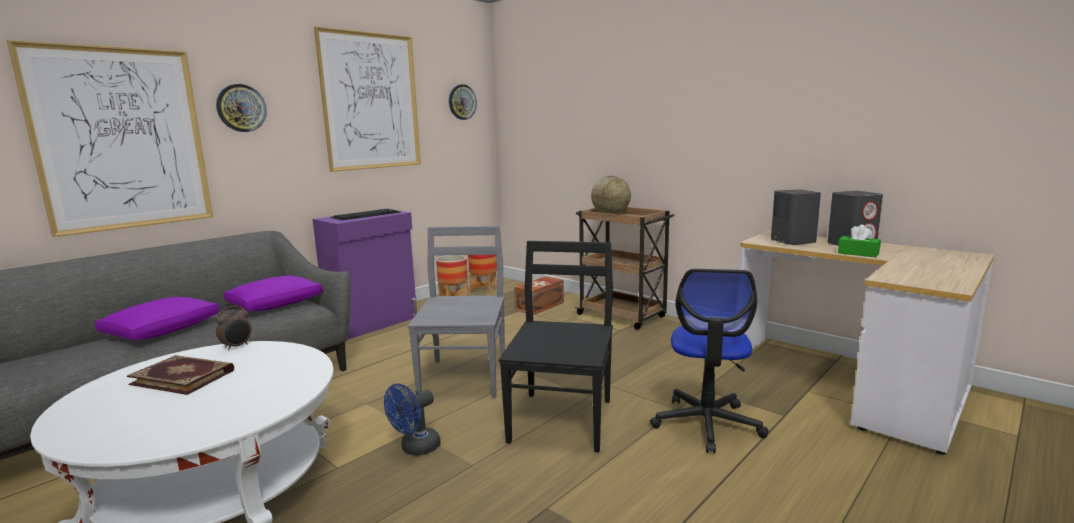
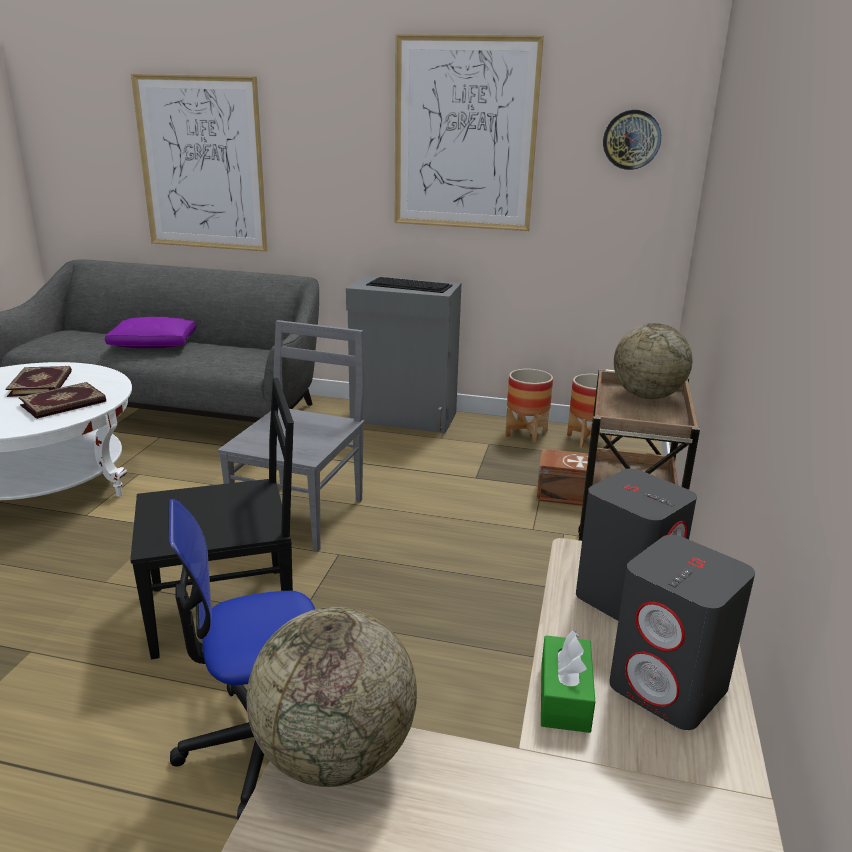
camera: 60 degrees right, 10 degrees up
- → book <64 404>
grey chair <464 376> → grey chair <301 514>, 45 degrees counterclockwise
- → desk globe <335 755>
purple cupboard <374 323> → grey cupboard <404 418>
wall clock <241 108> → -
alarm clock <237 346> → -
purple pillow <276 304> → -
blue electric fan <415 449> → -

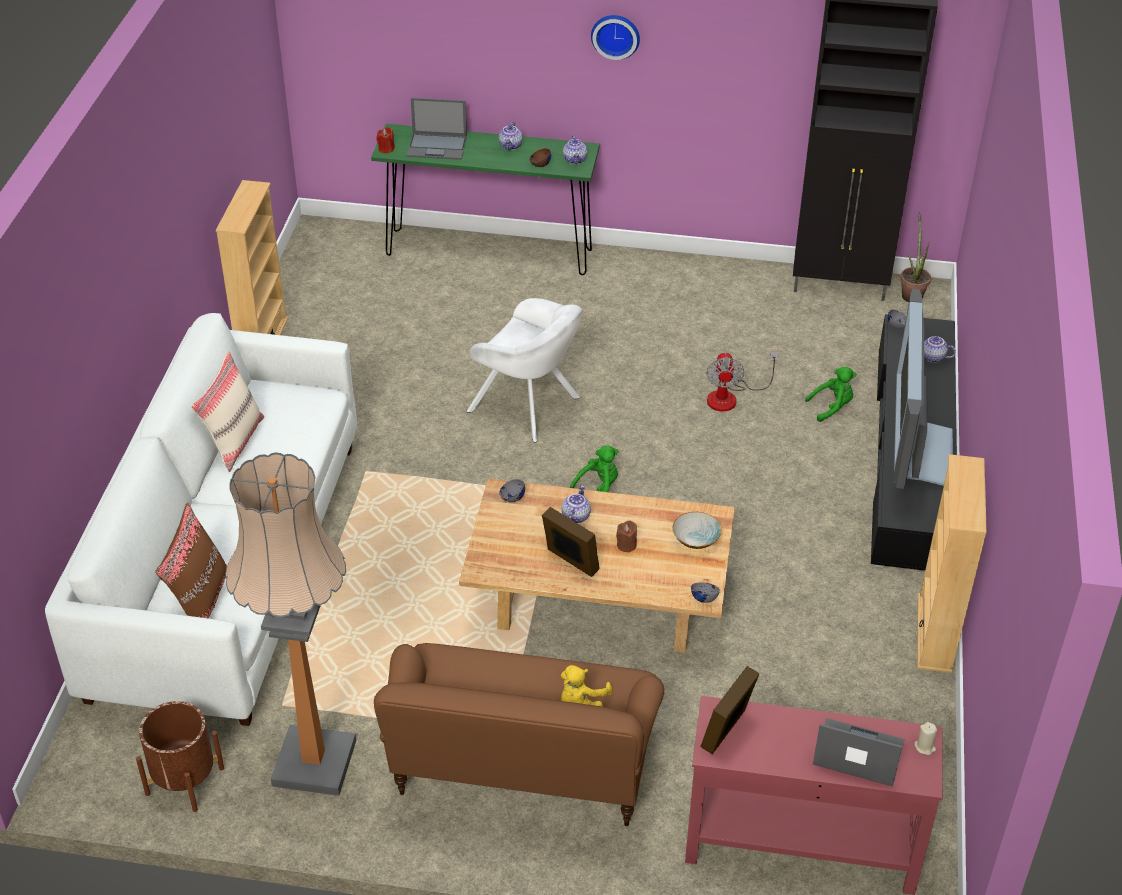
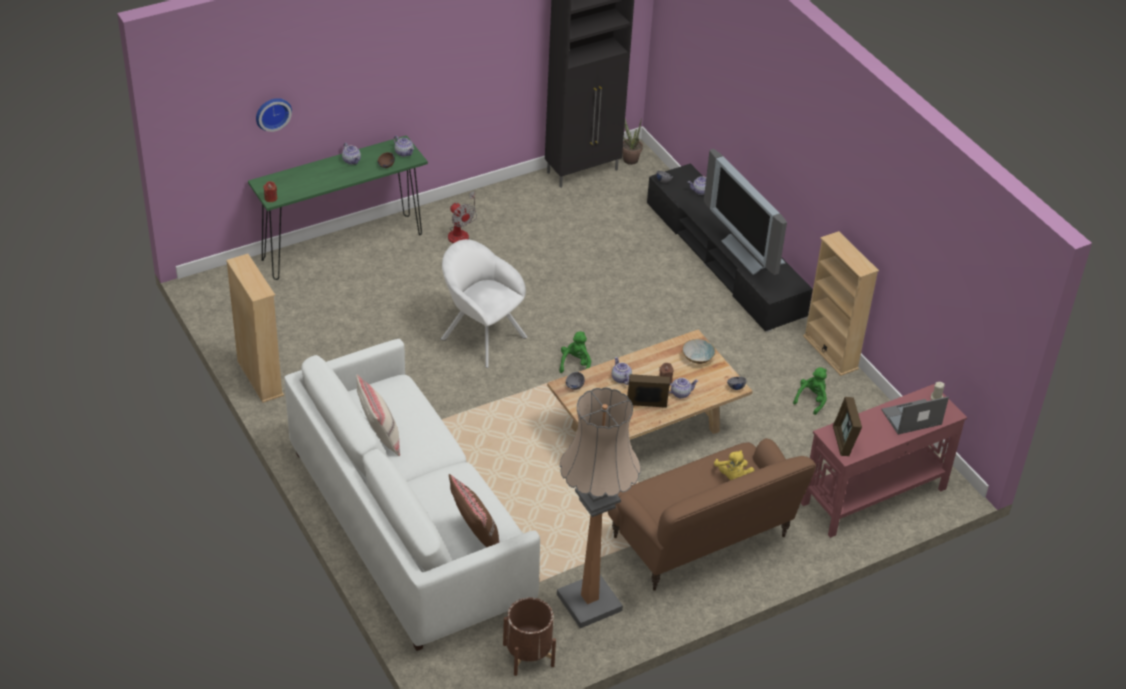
camera: 40 degrees left, 0 degrees up
wall clock <615 35> → wall clock <272 113>, moved
white-coloured lounge chair <528 406> → white-coloured lounge chair <480 335>, 135 degrees counterclockwise
electric fan <730 397> → electric fan <461 232>, moved
- → tea pot <680 393>
green cuddly toy <832 407> → green cuddly toy <811 400>, moved
portable computer <438 146> → -

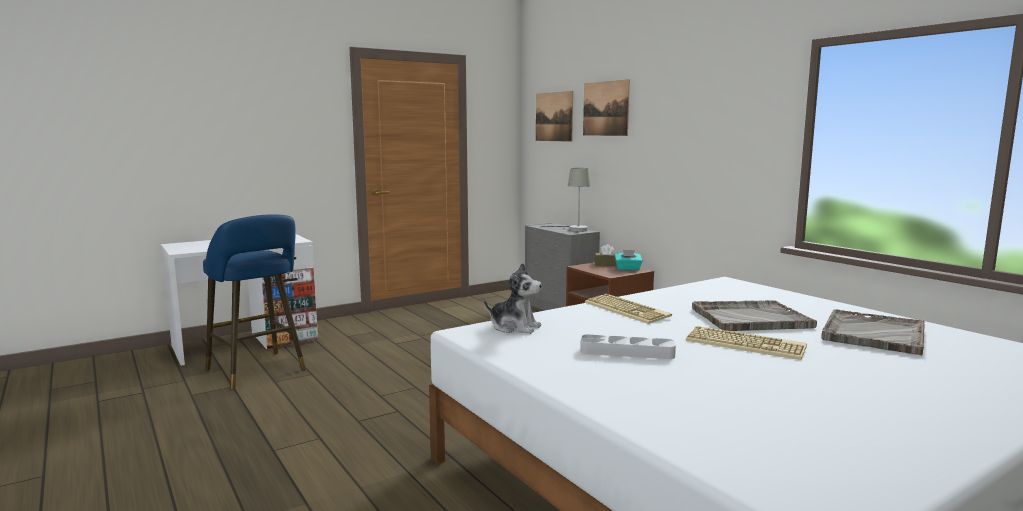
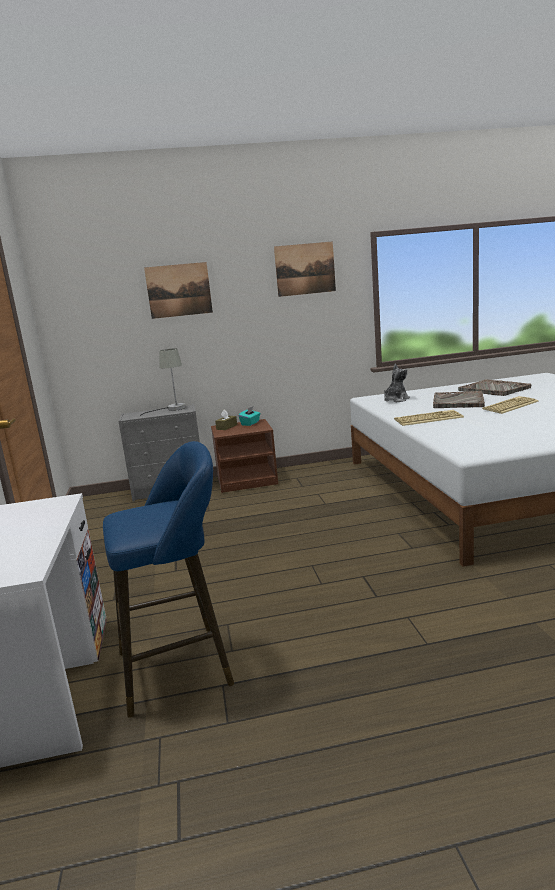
camera: 65 degrees left, 5 degrees up
wall picture <554 117> → wall picture <305 269>, moved
cuddly toy <514 327> → cuddly toy <396 400>, moved
grey carrying tray <627 352> → -

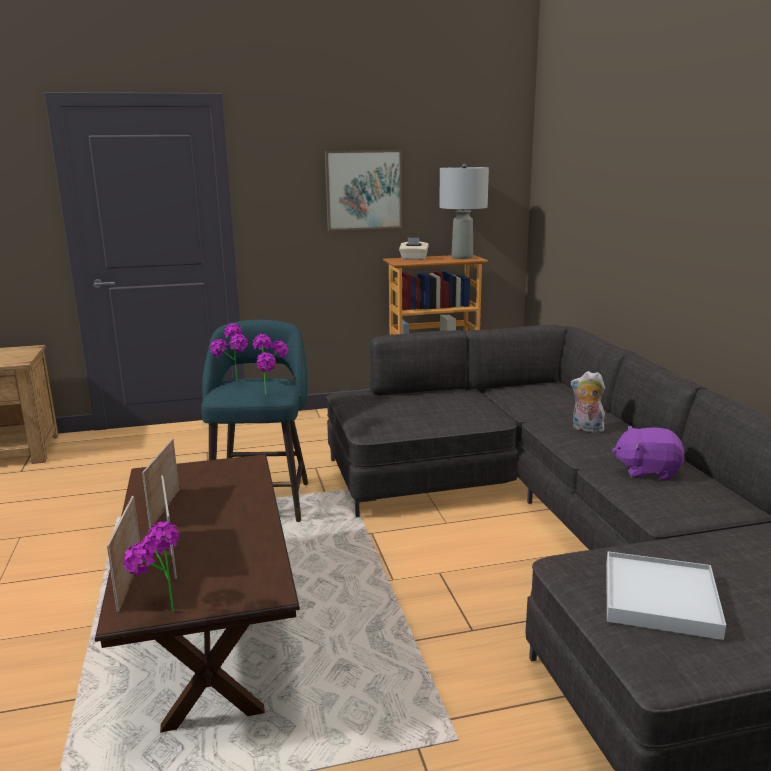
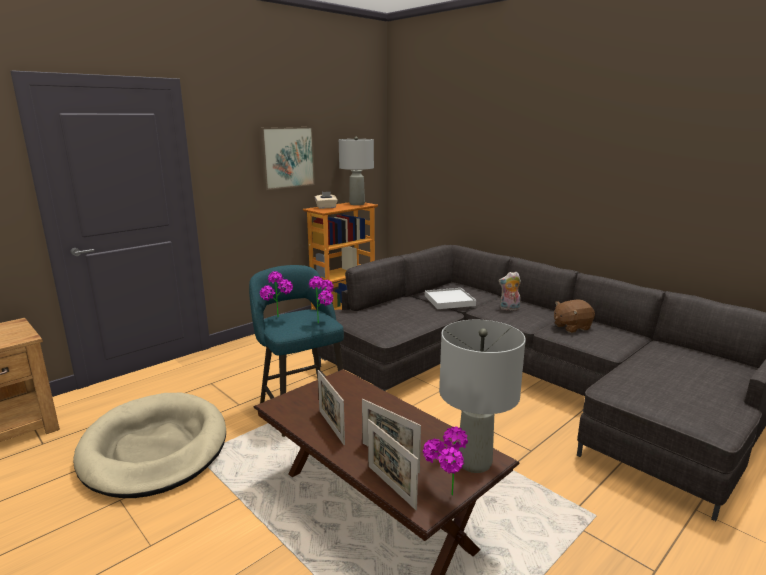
camera: 30 degrees left, 0 degrees up
- → beige dog cushion <155 448>
white-coloured carrying tray <659 598> → white-coloured carrying tray <449 301>, moved
- → grey tabletop lamp <474 462>
purple cuddly toy <647 471> → brownish cuddly toy <571 327>

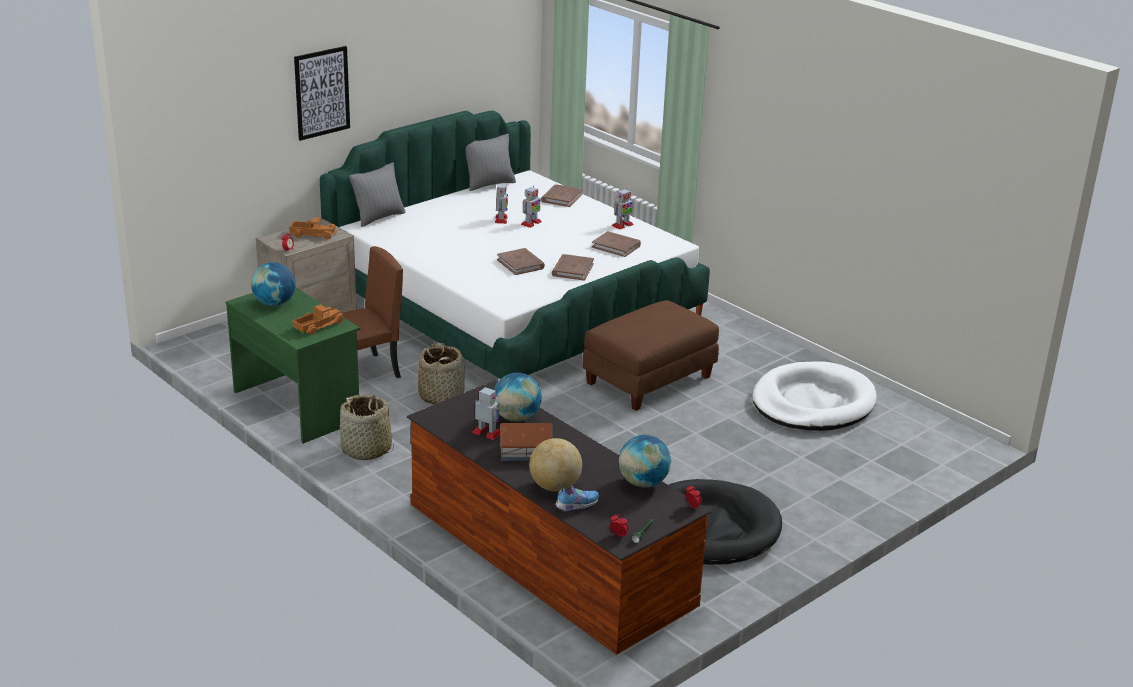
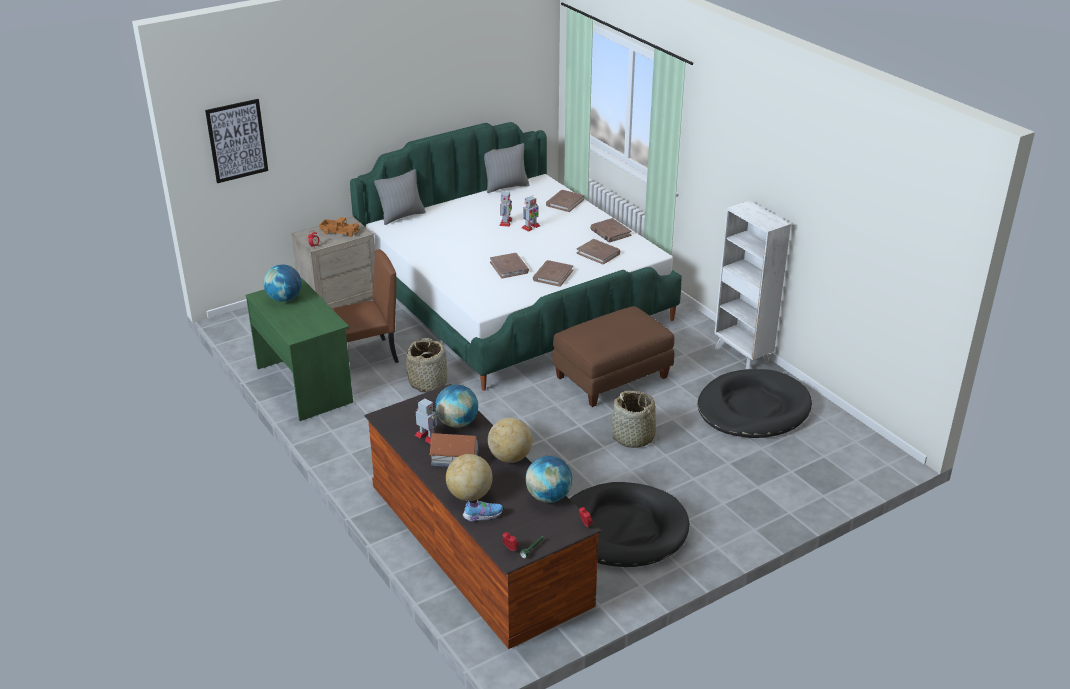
camera: 10 degrees right, 5 degrees up
wall picture <322 92> → wall picture <237 140>, moved
- → desk globe <510 457>
toy robot <622 225> → brownish book <610 232>
storage basket <367 450> → storage basket <633 437>, moved
white-coloured dog cushion <812 403> → blackish dog cushion <753 409>
- → white-coloured bookshelf <742 355>
model truck <318 325> → -

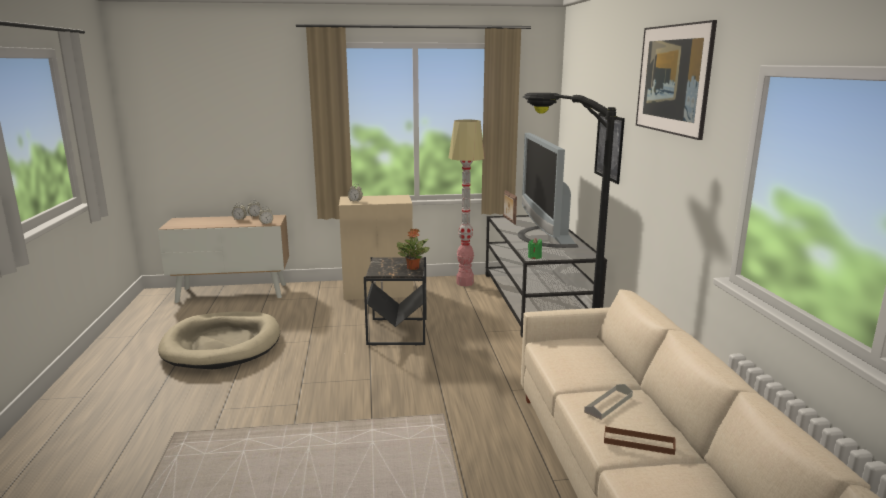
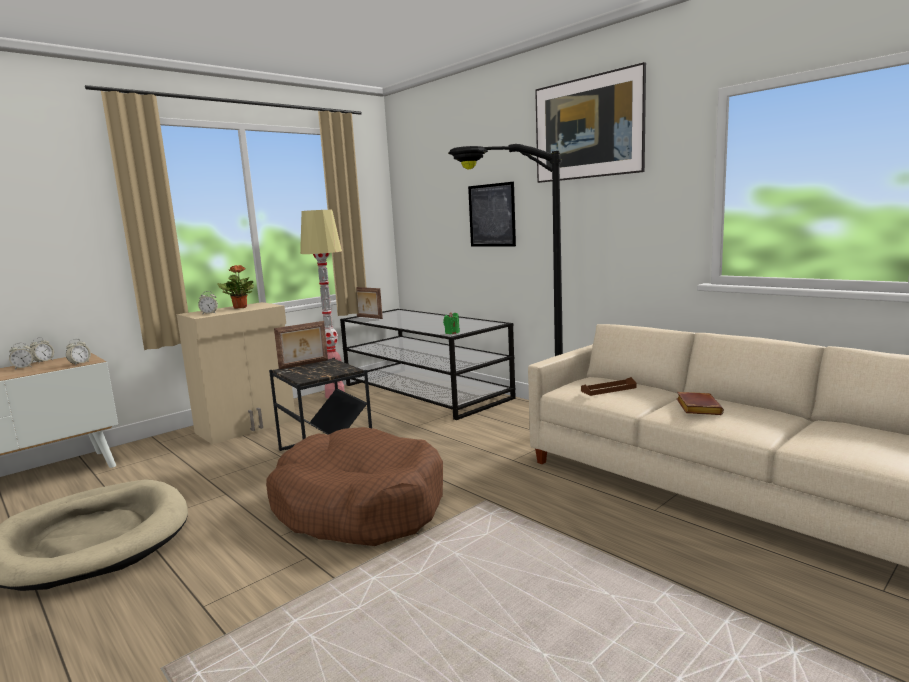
camera: 35 degrees left, 5 degrees down
houseplant <413 268> → houseplant <240 307>, moved
- → brownish dog cushion <359 506>
- → picture frame <304 364>
brownish carrying tray <638 442> → brownish carrying tray <608 389>, moved
grey carrying tray <608 404> → brownish book <696 408>
television <545 236> → -

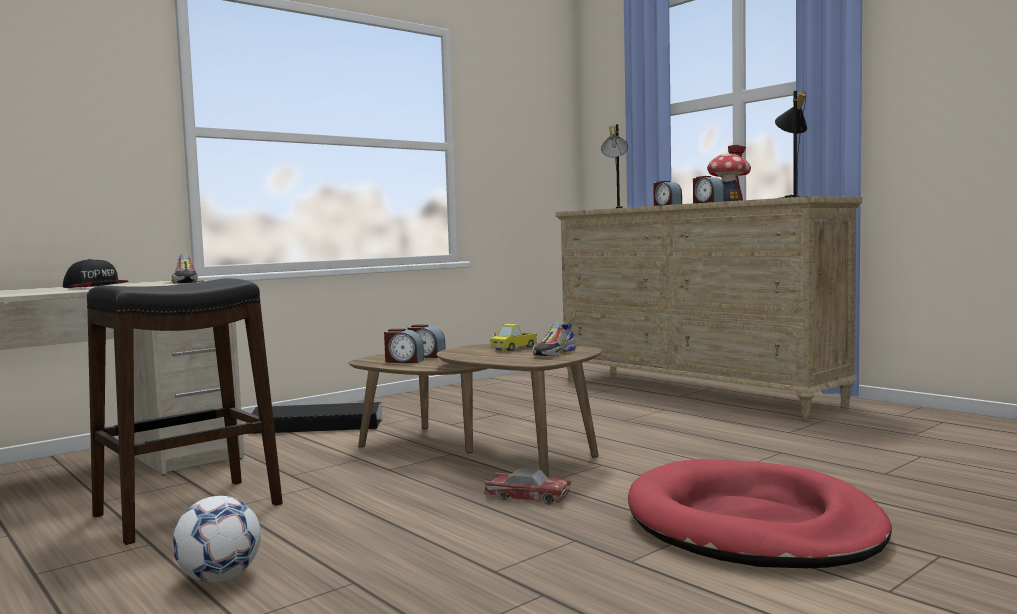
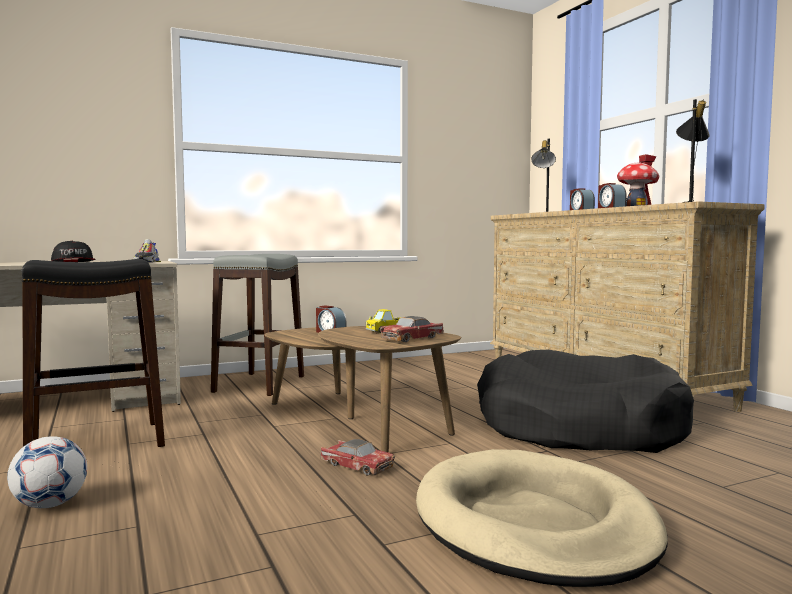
camera: 15 degrees right, 0 degrees up
blackish storage bin <316 427> → grey sitting stool <260 384>
low shoe <554 353> → model car <412 338>
red dog cushion <751 525> → beige dog cushion <533 524>
- → blackish dog cushion <578 427>
alarm clock <404 361> → -

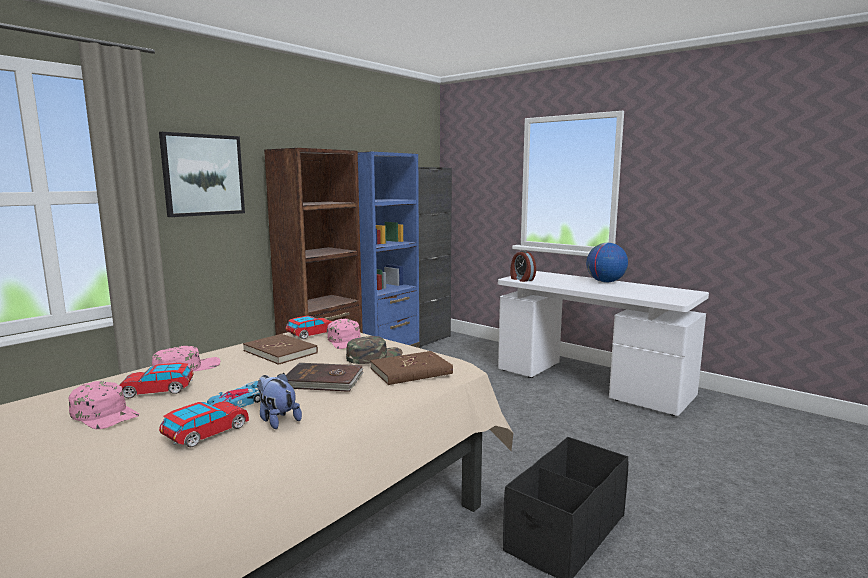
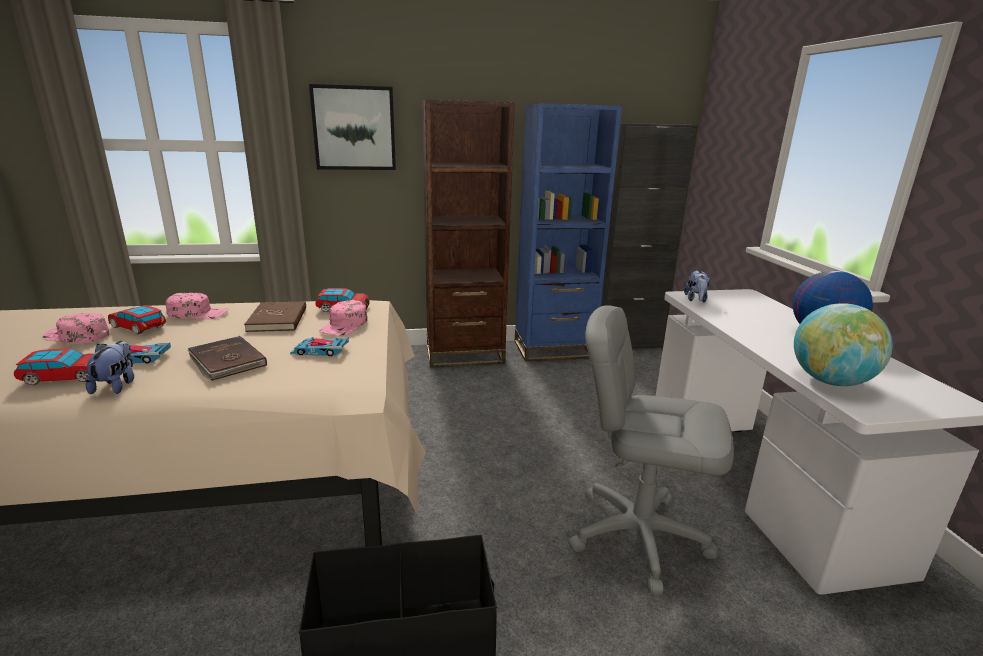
camera: 40 degrees right, 10 degrees up
pink cap <105 414> → pink cap <77 336>, 120 degrees clockwise
green cap <374 356> → model car <320 351>
- → grey computer chair <637 535>
alarm clock <521 279> → cuddly toy <696 299>
- → desk globe <830 381>
brownish book <411 371> → -

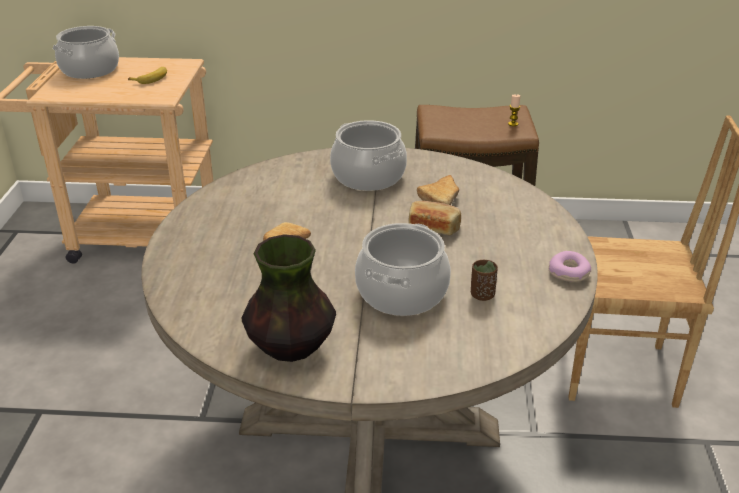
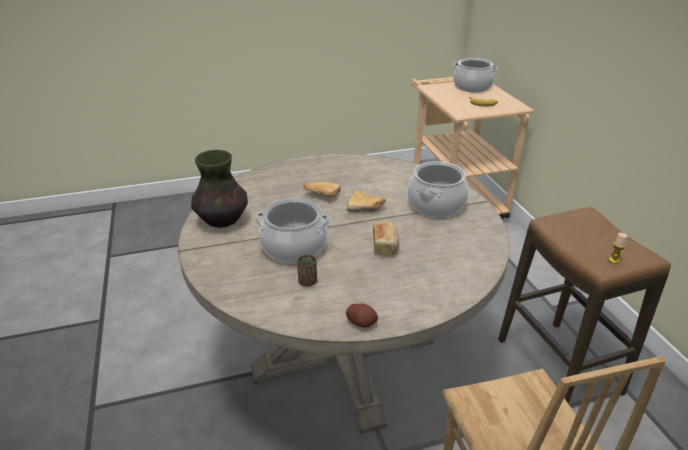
camera: 70 degrees right, 0 degrees up
ring doughnut <569 273> → spud <361 322>
bread <441 199> → bread <366 208>, moved

